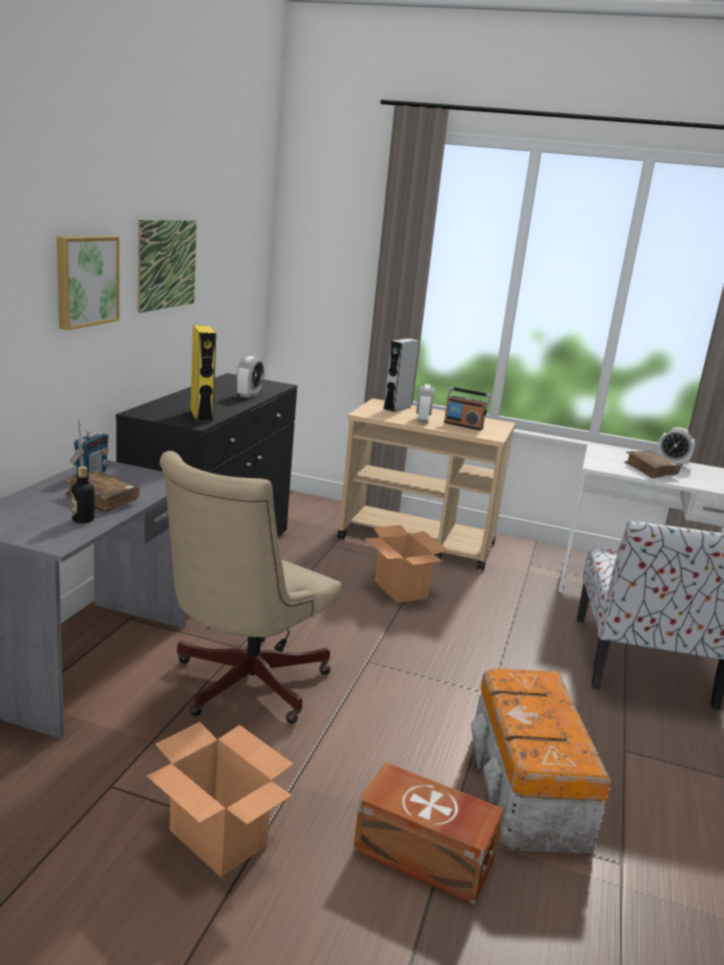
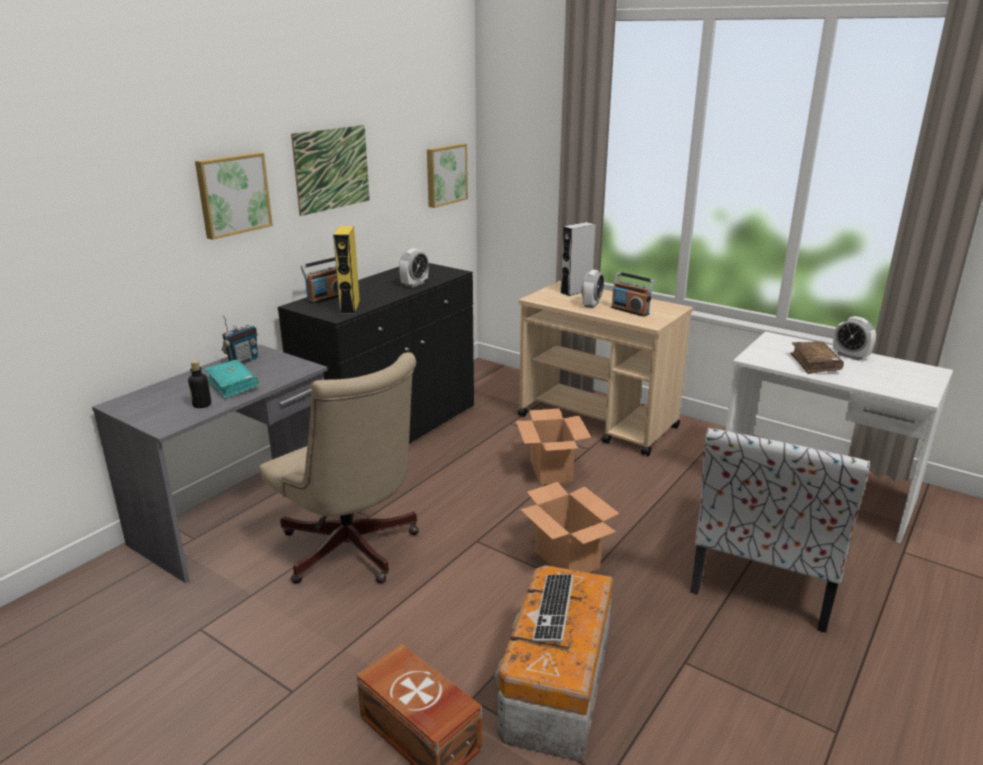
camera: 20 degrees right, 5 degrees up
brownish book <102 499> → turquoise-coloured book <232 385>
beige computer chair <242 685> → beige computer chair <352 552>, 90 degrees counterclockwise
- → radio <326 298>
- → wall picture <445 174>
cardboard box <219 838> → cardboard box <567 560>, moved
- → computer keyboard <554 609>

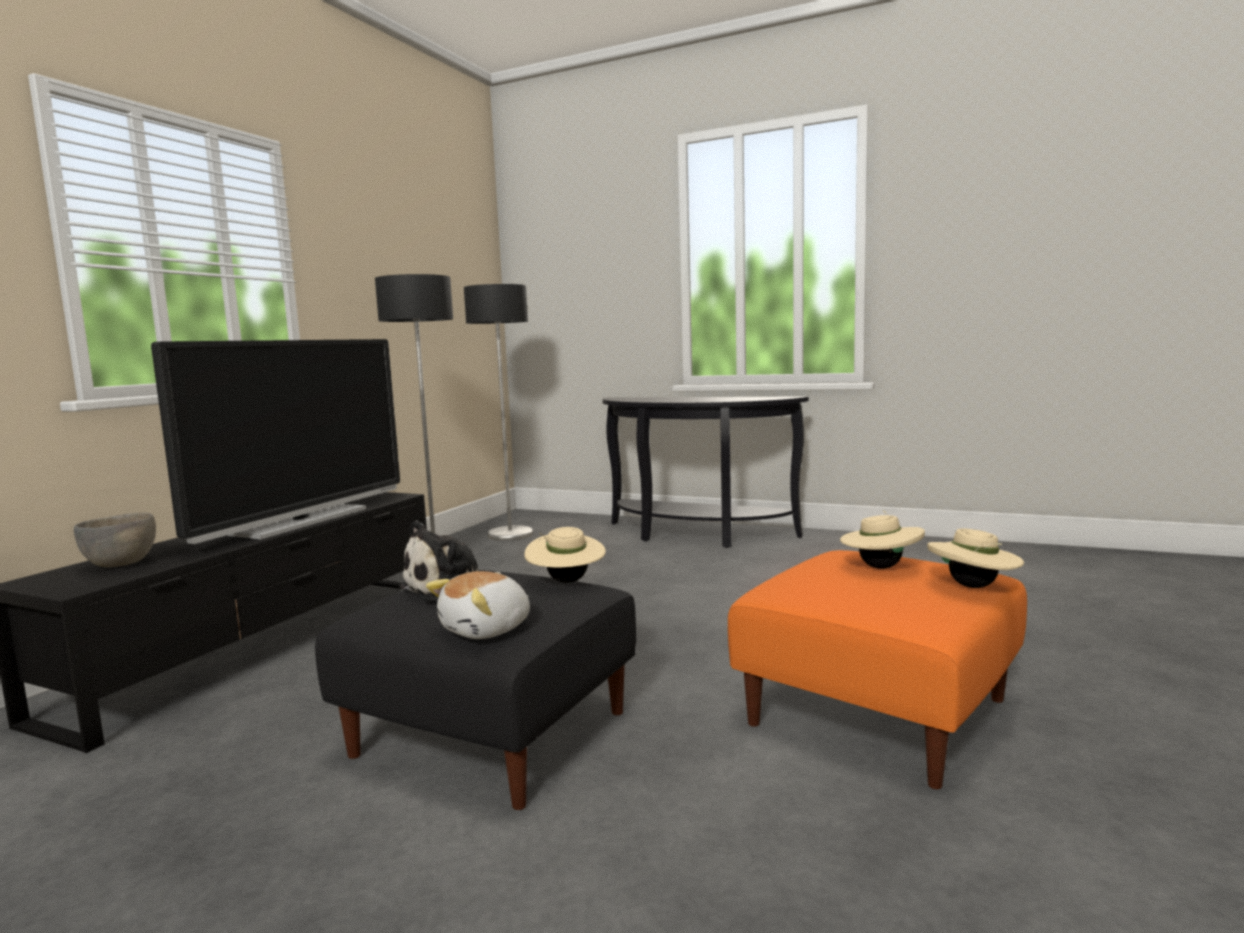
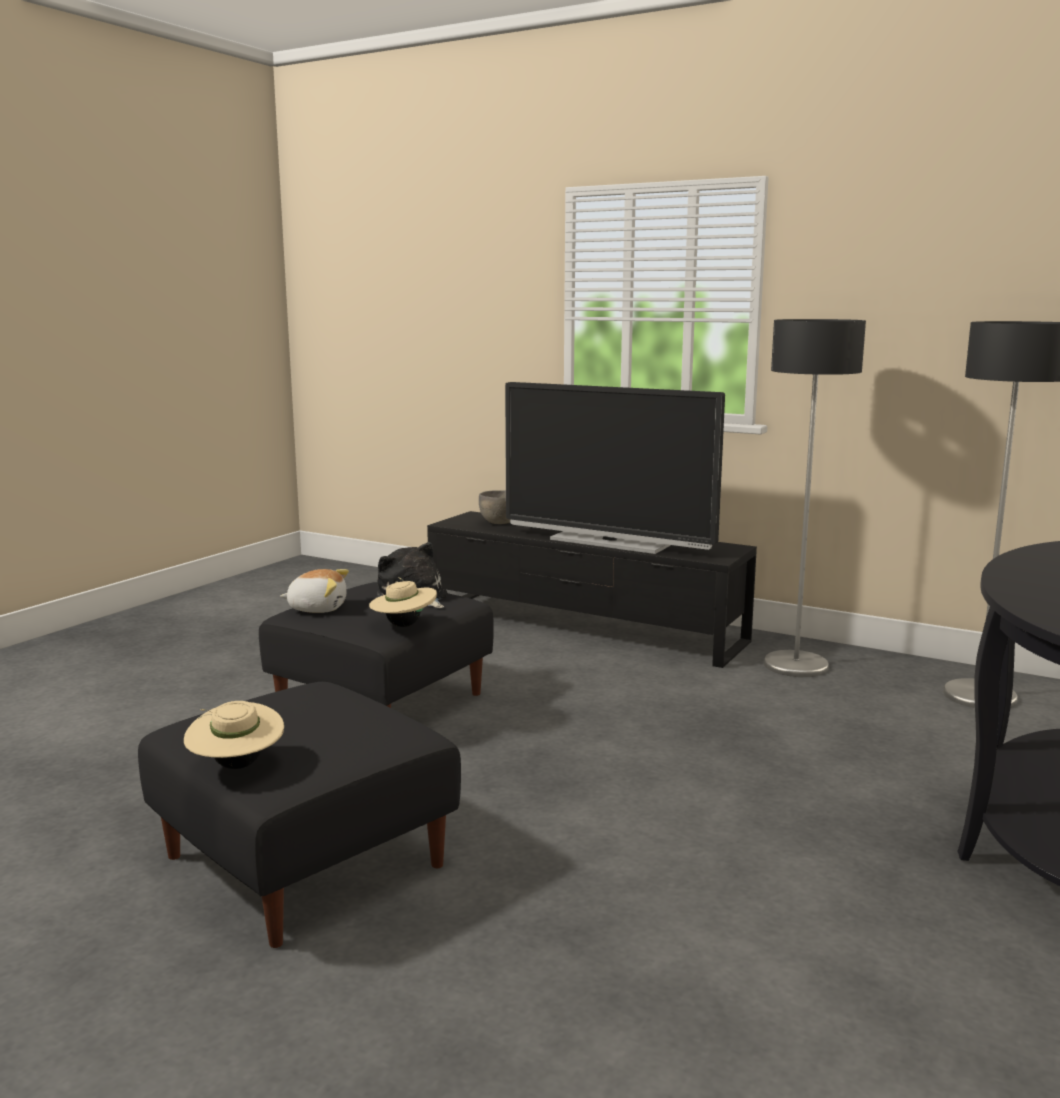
camera: 95 degrees right, 5 degrees up
orangey ottoman <879 712> → blackish ottoman <302 861>
cuddly toy <487 629> → cuddly toy <317 608>, 135 degrees clockwise
beige clothing hat <880 567> → -

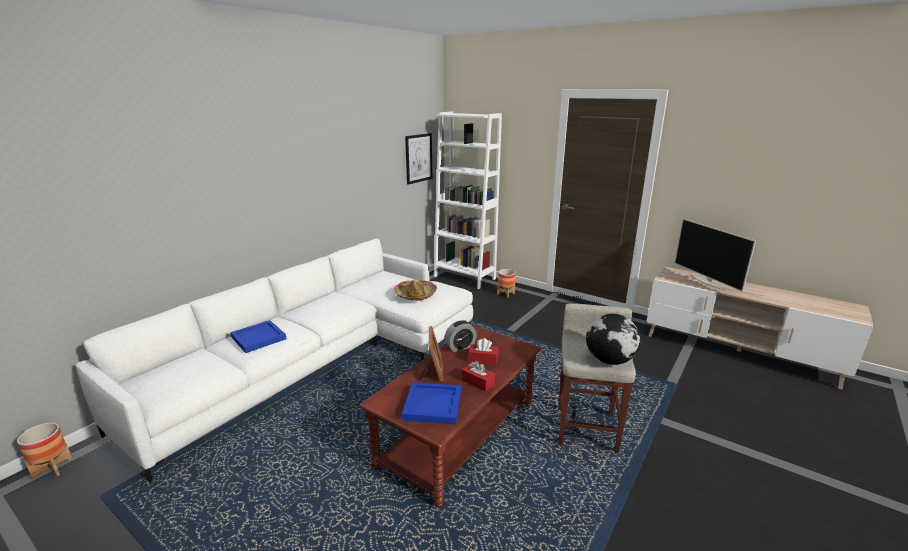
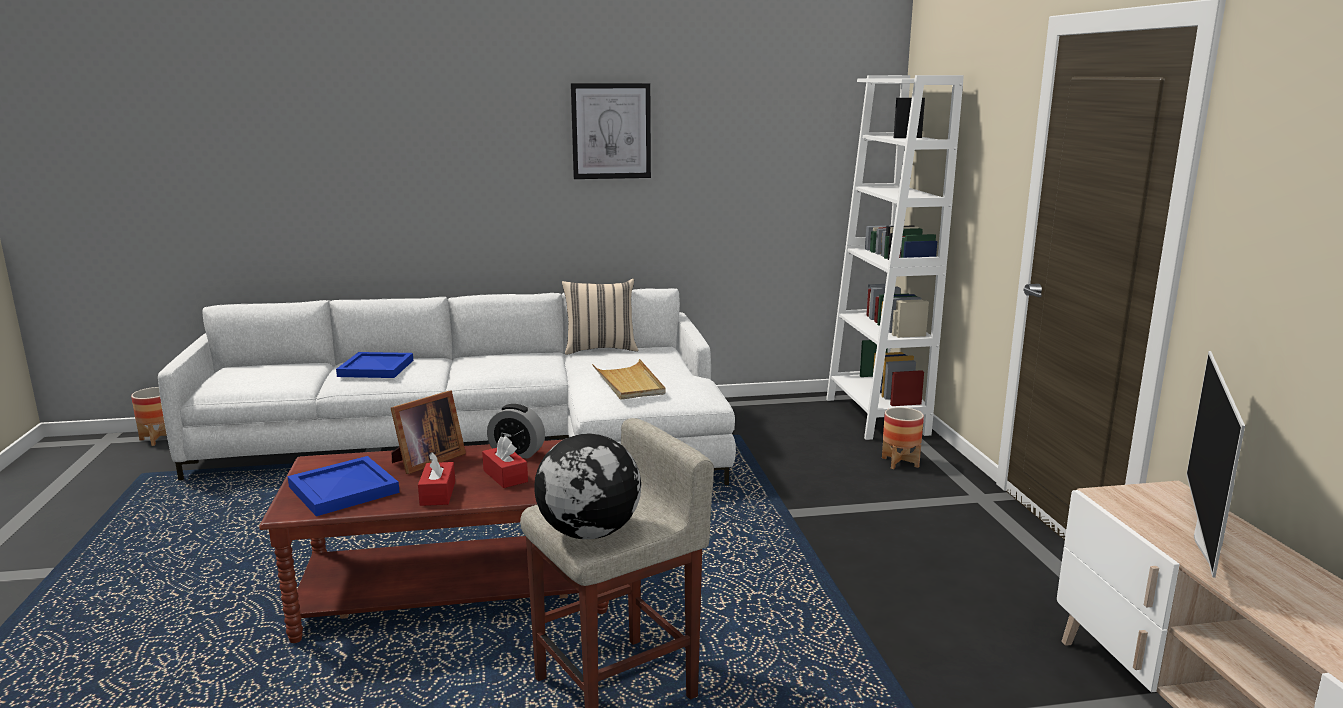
camera: 45 degrees right, 5 degrees down
- → beige pillow <600 349>
wall picture <418 158> → wall picture <611 131>, moved
clothing hat <415 295> → beige carrying tray <629 383>

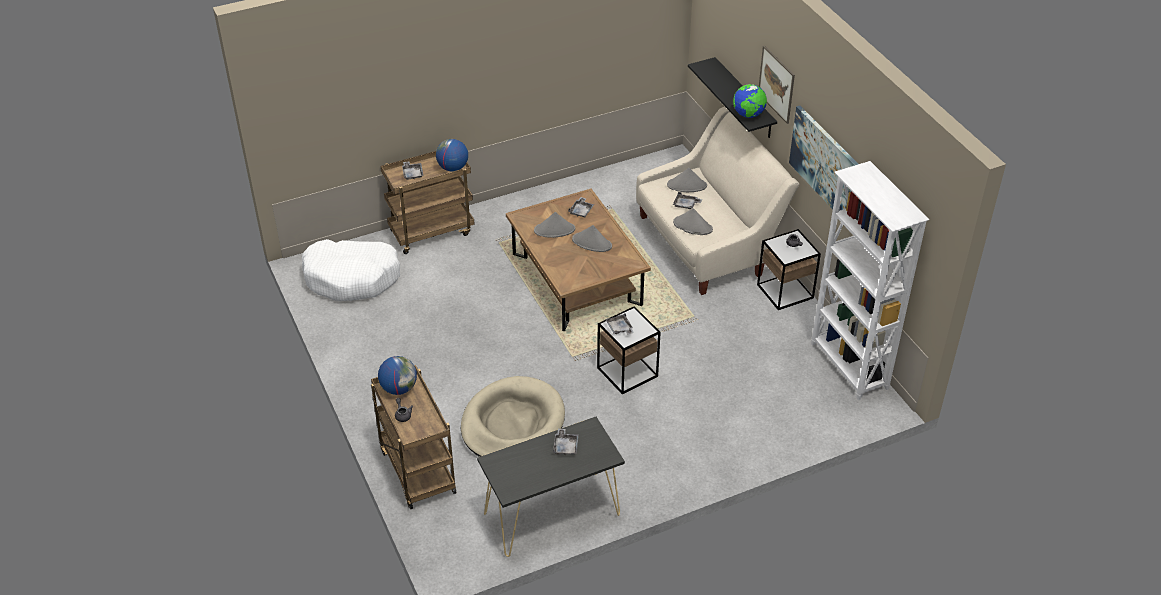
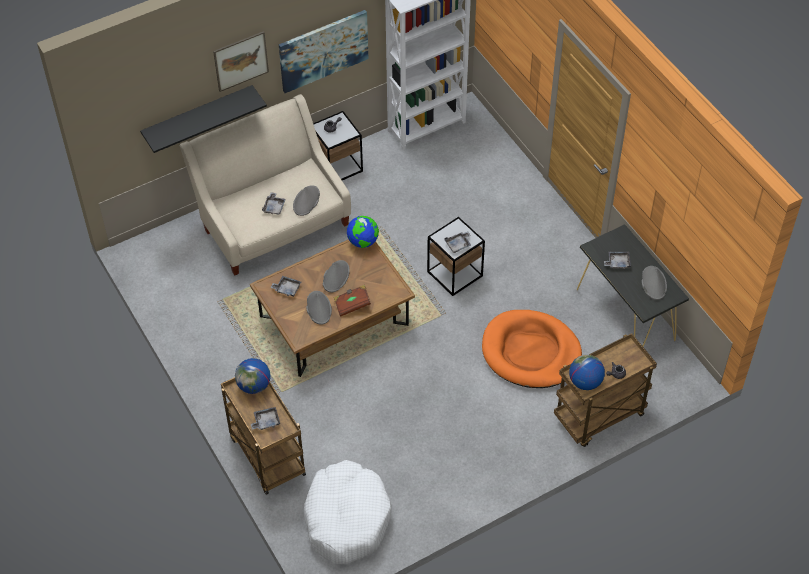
camera: 95 degrees left, 10 degrees up
- → brownish book <352 304>
desk globe <748 115> → desk globe <363 242>, moved
beige dog cushion <512 423> → orangey dog cushion <531 352>
grey clothing hat <687 185> → grey clothing hat <653 283>, moved

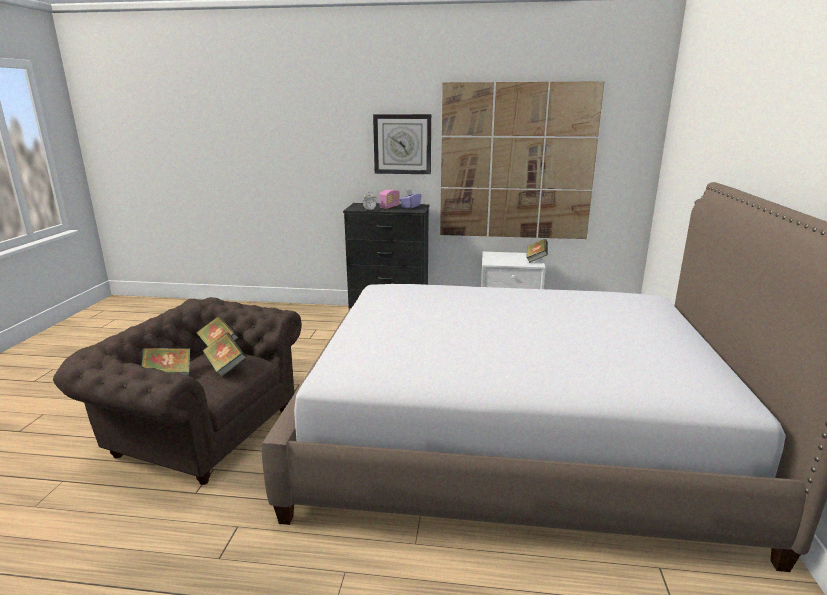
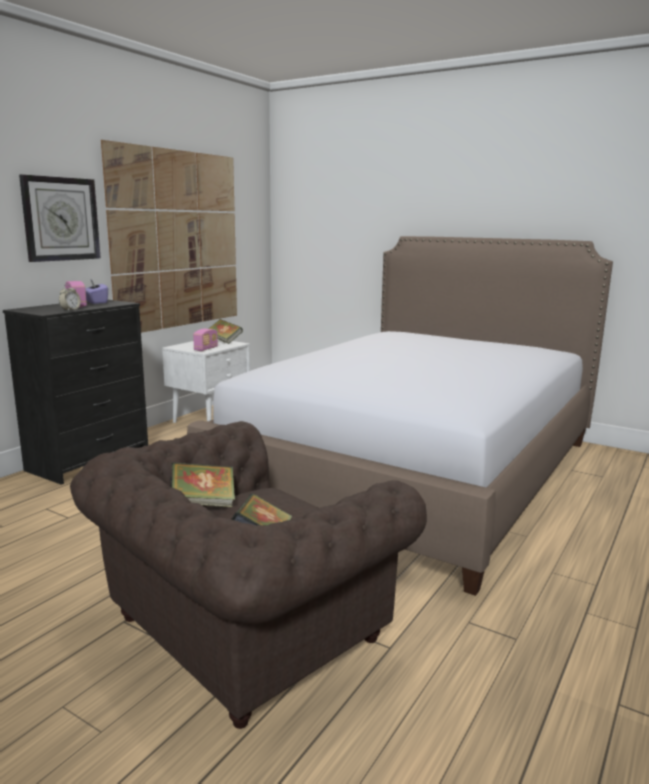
camera: 65 degrees left, 5 degrees down
- → radio <206 349>
book <226 367> → -

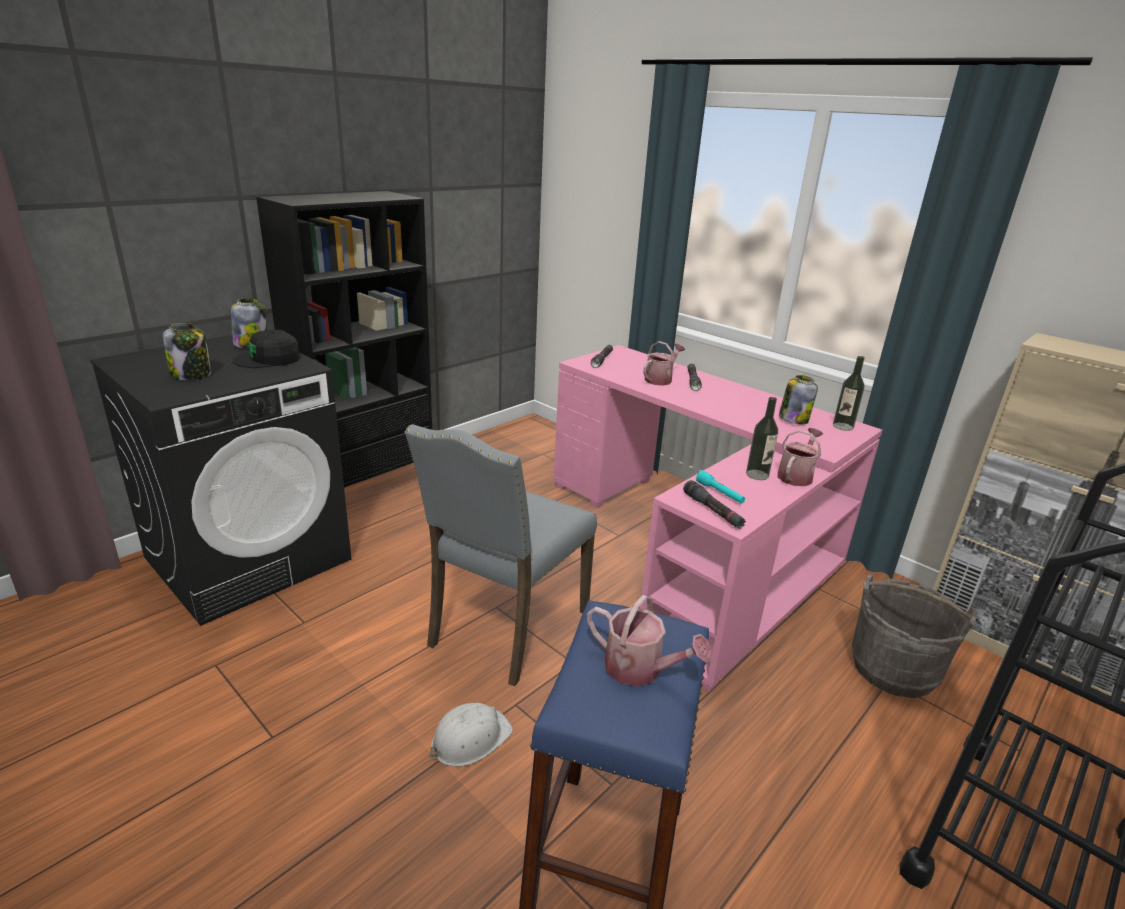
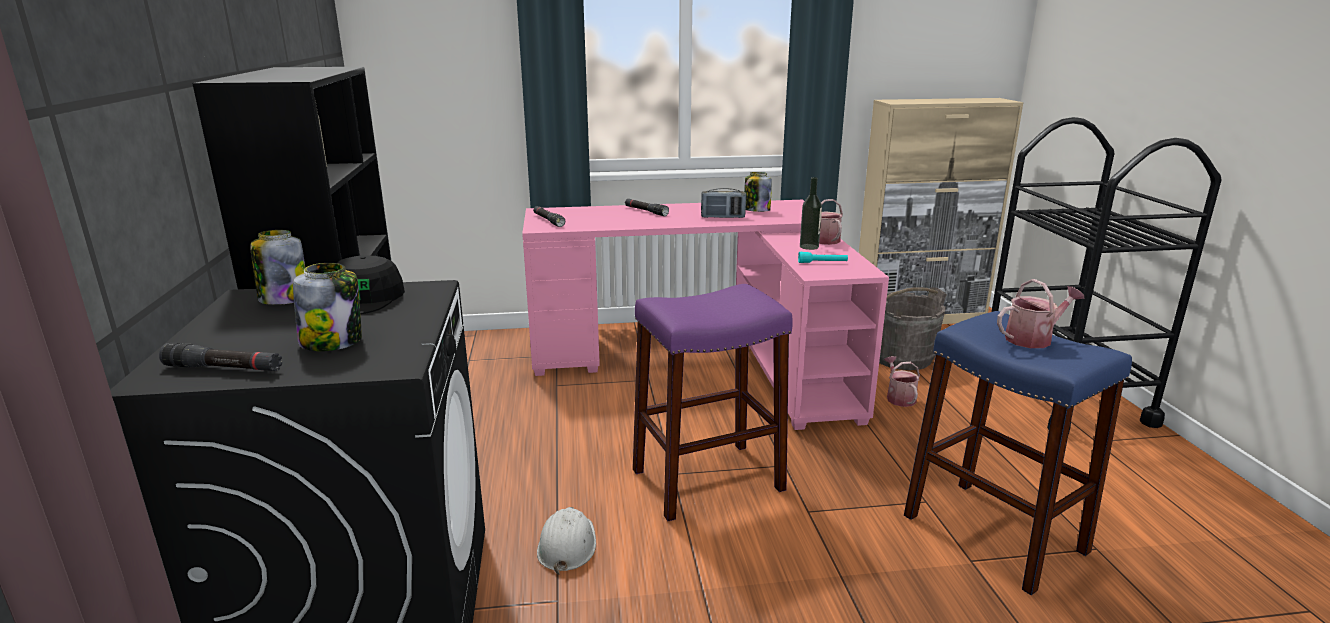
camera: 50 degrees left, 5 degrees down
blackish flashlight <712 511> → blackish flashlight <224 368>, moved
white-coloured safety helmet <470 738> → white-coloured safety helmet <567 545>, moved
grey chair <505 628> → purple sitting stool <707 480>
- → radio <723 217>
watering can <660 379> → watering can <899 397>, moved
drink bottle <843 426> → -

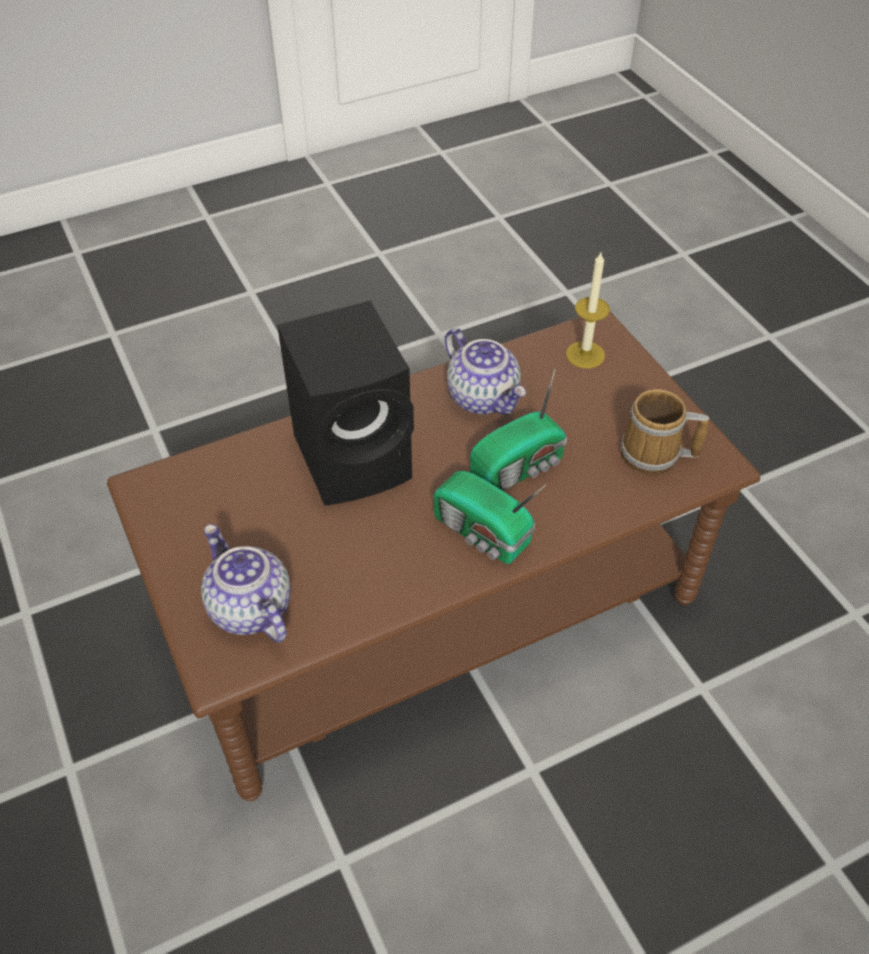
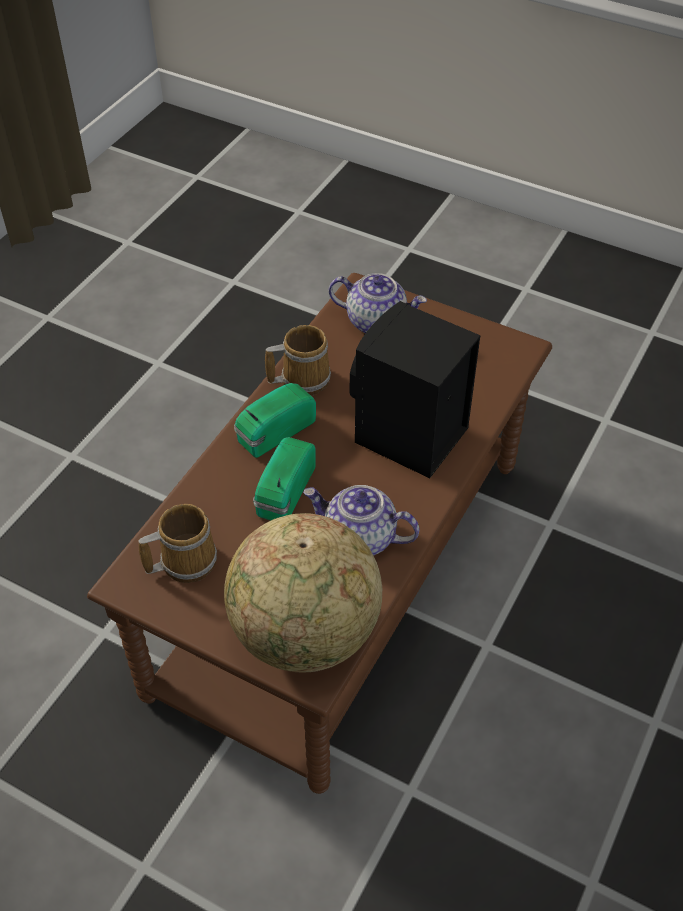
camera: 145 degrees right, 0 degrees up
wax candle <585 355> → desk globe <305 634>
radio <482 534> → radio <273 432>, 45 degrees counterclockwise
- → mug <302 378>

